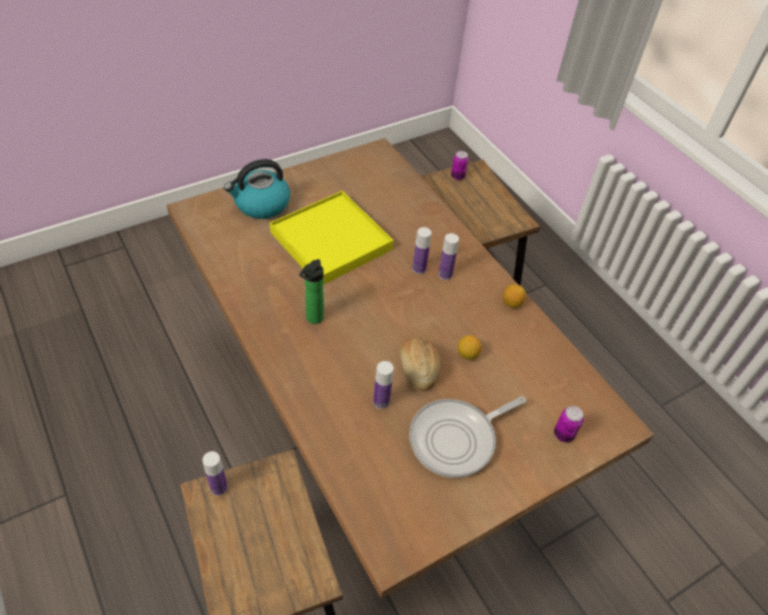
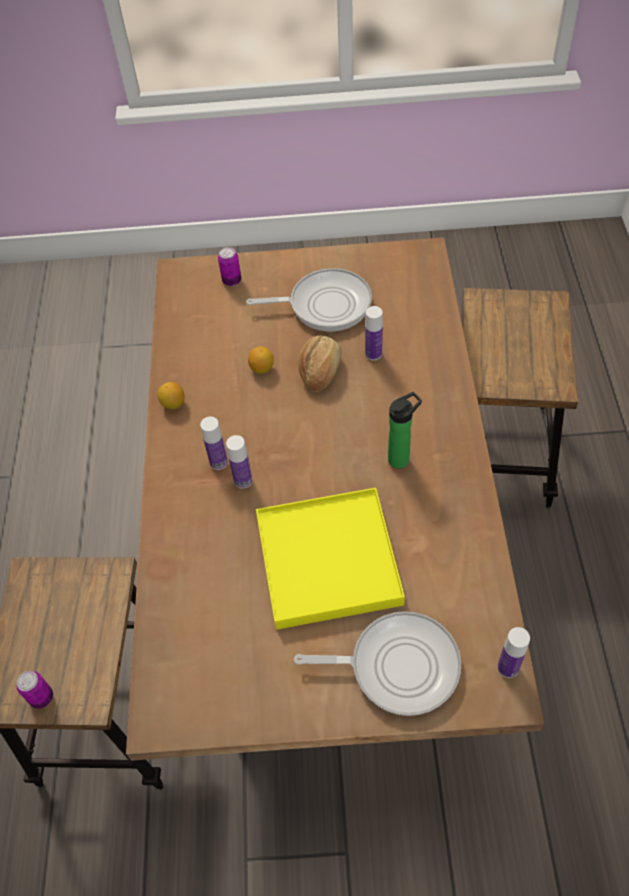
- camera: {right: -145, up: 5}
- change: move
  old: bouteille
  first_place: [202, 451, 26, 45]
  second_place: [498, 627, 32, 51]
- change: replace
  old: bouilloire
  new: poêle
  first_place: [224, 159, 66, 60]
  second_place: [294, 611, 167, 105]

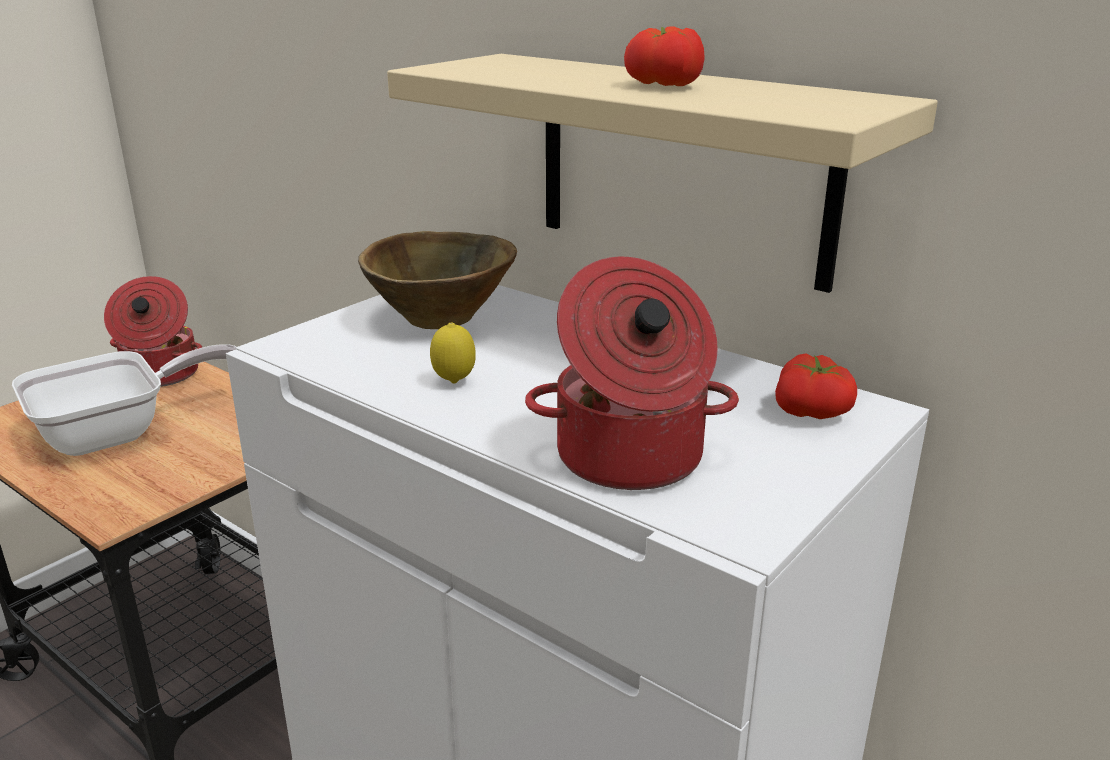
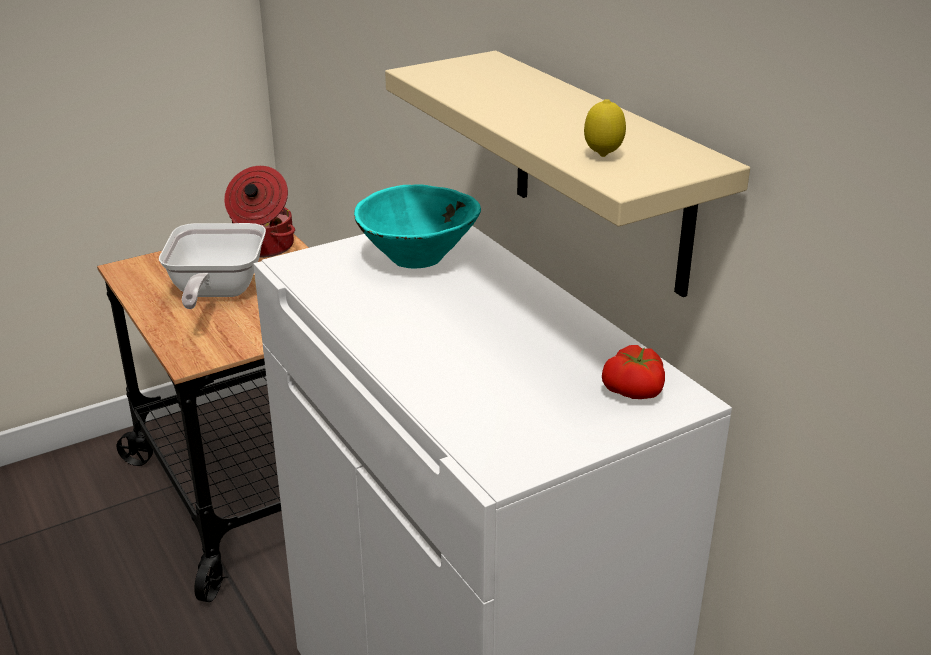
- camera: {right: 20, up: 5}
- change: delete
  old: marmite
  first_place: [525, 257, 214, 233]
- change: delete
  old: tomate
  first_place: [624, 27, 81, 59]
- change: move
  old: citron
  first_place: [430, 323, 46, 60]
  second_place: [584, 99, 42, 58]
- change: recolor
  old: bol (marron)
  new: bol (turquoise)
  first_place: [358, 231, 159, 98]
  second_place: [354, 184, 127, 85]
- change: rotate
  old: poêle
  first_place: [12, 344, 224, 112]
  second_place: [159, 223, 107, 86]
  degrees: 105

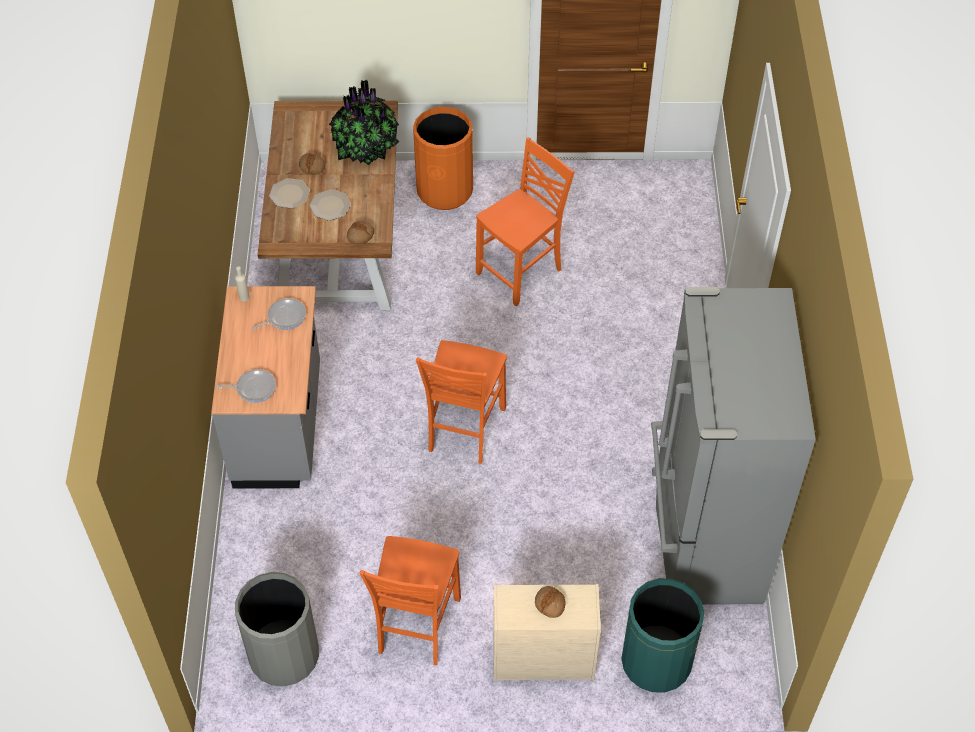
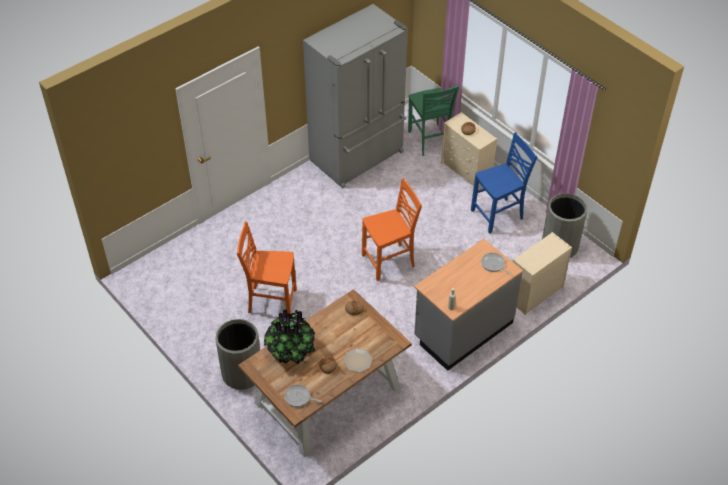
- camera: {right: -130, up: -5}
- change: delete
  old: assiette
  first_place: [310, 190, 41, 31]
- change: insert
  new: commode (beige)
  second_place: [513, 232, 59, 83]
- change: move
  old: poêle
  first_place: [252, 298, 54, 32]
  second_place: [284, 384, 38, 23]
- change: replace
  old: poubelle (vert)
  new: chaise (vert)
  first_place: [621, 578, 83, 115]
  second_place: [408, 85, 51, 71]
- change: recolor
  old: chaise (orange)
  new: chaise (bleu)
  first_place: [359, 536, 102, 129]
  second_place: [471, 132, 66, 102]
- change: recolor
  old: poubelle (orange)
  new: poubelle (gris)
  first_place: [413, 107, 60, 103]
  second_place: [215, 319, 45, 71]

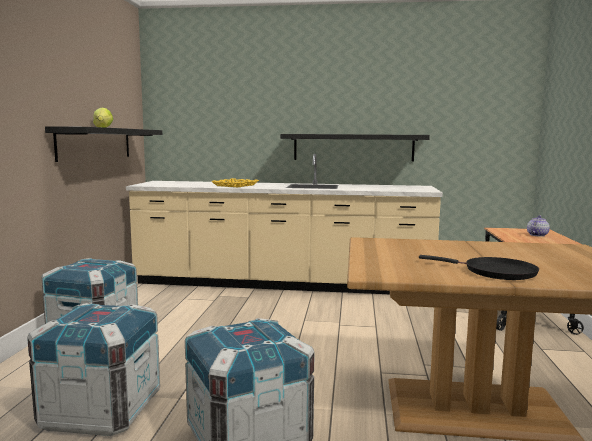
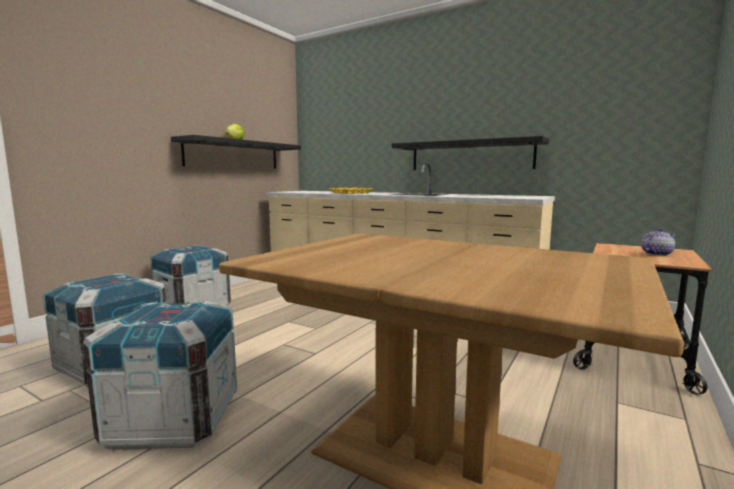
- camera: {right: 25, up: 0}
- change: delete
  old: poêle (noir)
  first_place: [419, 255, 120, 25]

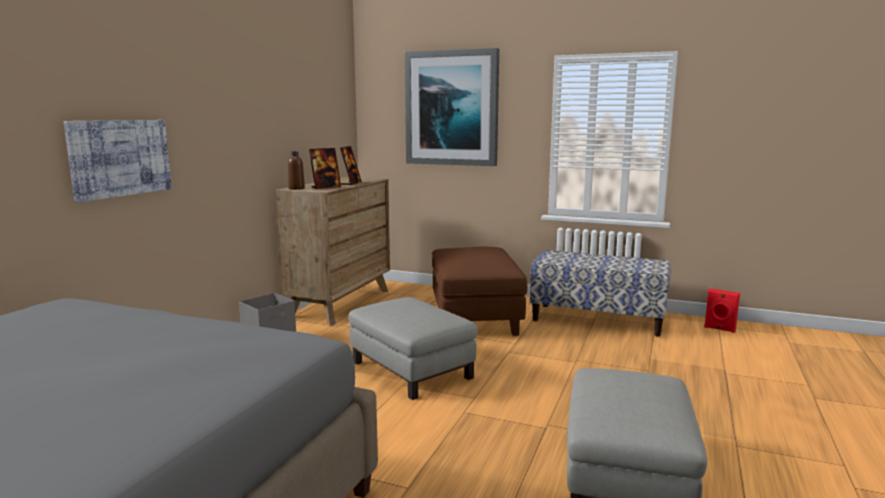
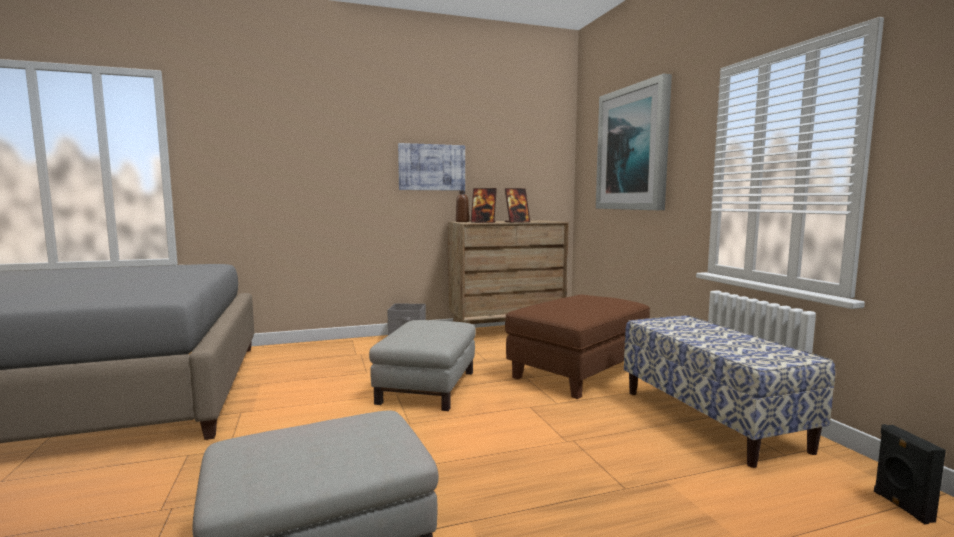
- camera: {right: 50, up: -5}
- change: move
  old: tableau
  first_place: [63, 120, 109, 82]
  second_place: [398, 143, 67, 47]
- change: recolor
  old: enceinte (rouge)
  new: enceinte (noir)
  first_place: [704, 288, 36, 45]
  second_place: [874, 424, 72, 100]

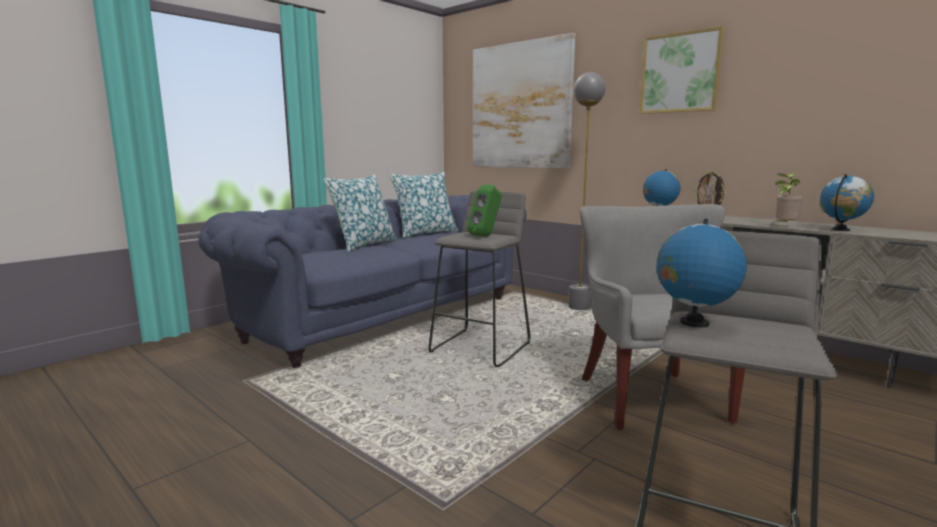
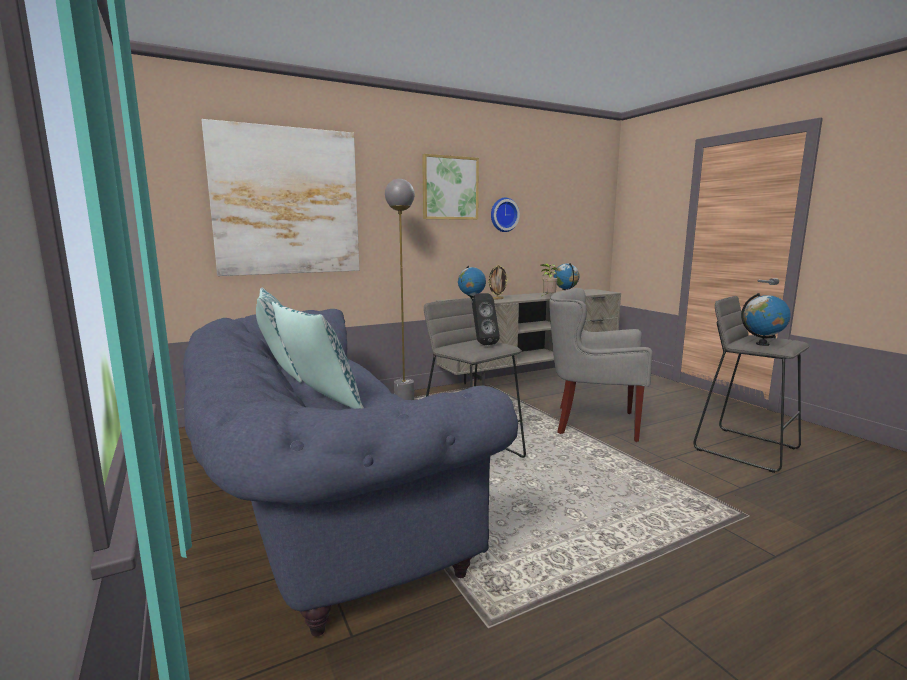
- camera: {right: -70, up: 0}
- change: insert
  new: horloge murale
  second_place: [491, 198, 29, 34]
- change: recolor
  old: enceinte (vert)
  new: enceinte (noir)
  first_place: [467, 184, 35, 53]
  second_place: [472, 293, 28, 52]

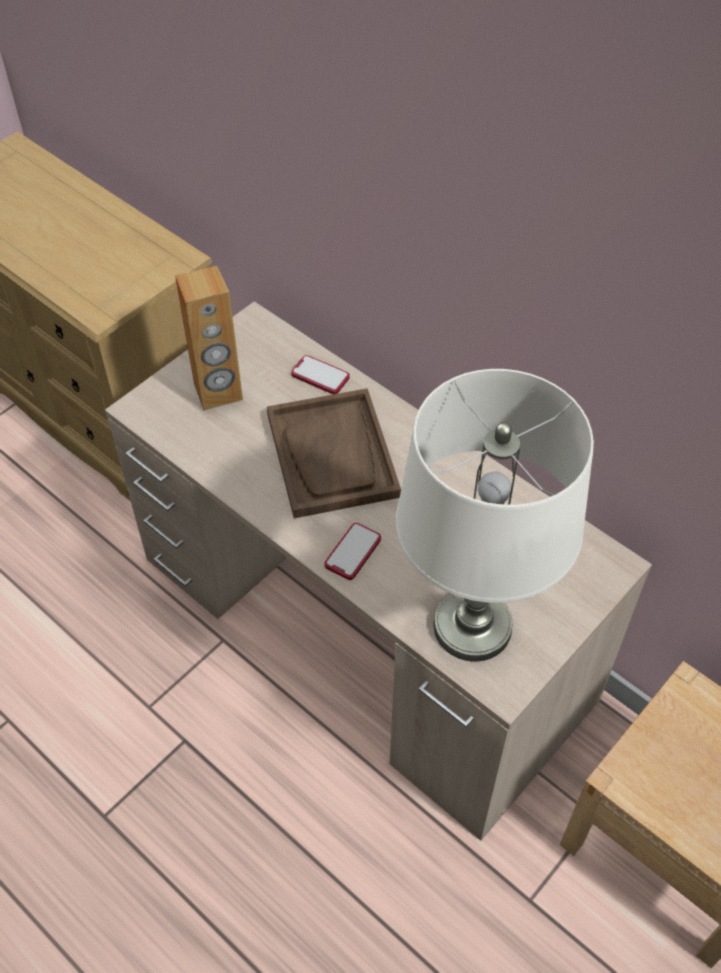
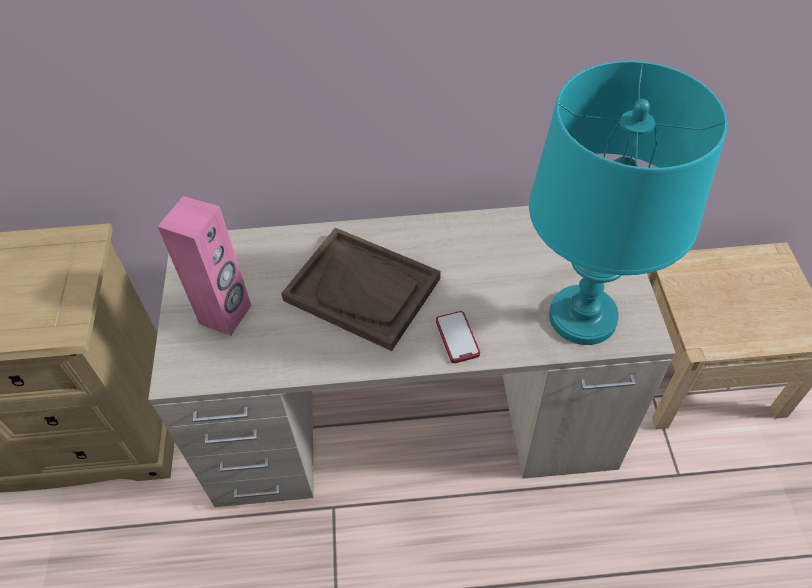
- camera: {right: -45, up: 0}
- change: delete
  old: téléphone
  first_place: [291, 355, 59, 39]
- change: recolor
  old: enceinte (marron)
  new: enceinte (rose)
  first_place: [175, 265, 68, 145]
  second_place: [158, 196, 93, 140]
- change: recolor
  old: lampe de table (blanc)
  new: lampe de table (turquoise)
  first_place: [396, 369, 198, 293]
  second_place: [529, 61, 198, 284]

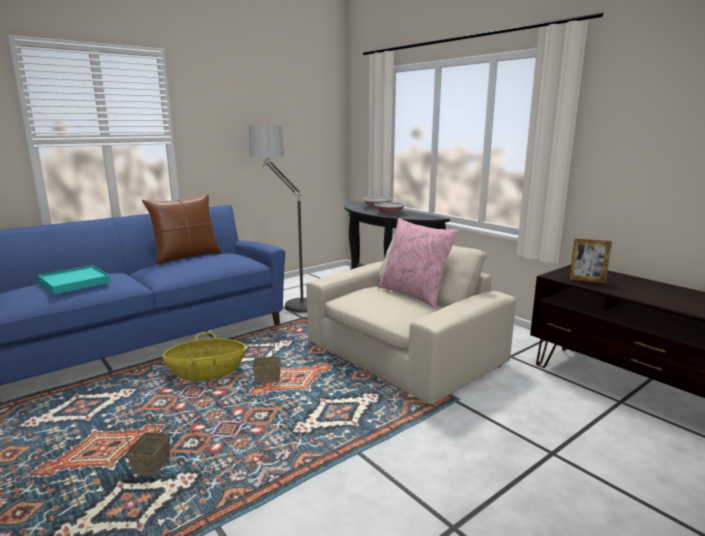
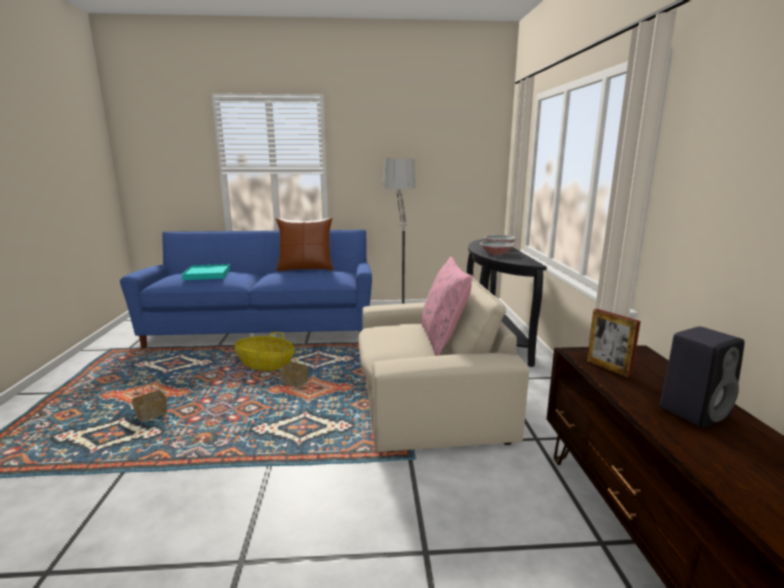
- camera: {right: 35, up: 0}
- change: insert
  new: enceinte (noir)
  second_place: [660, 326, 85, 102]

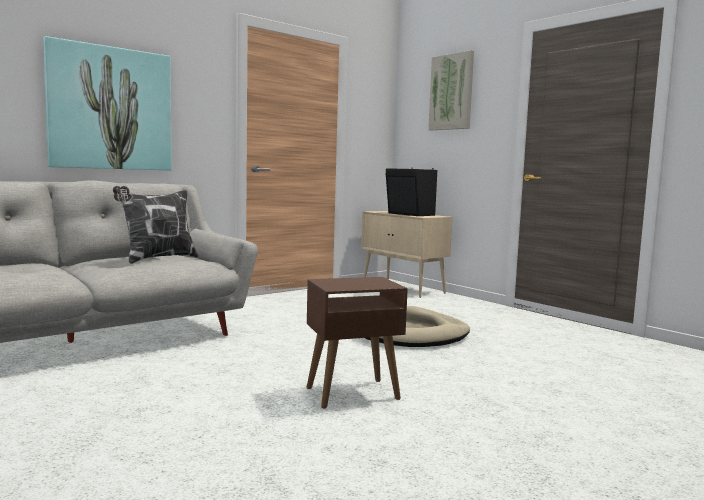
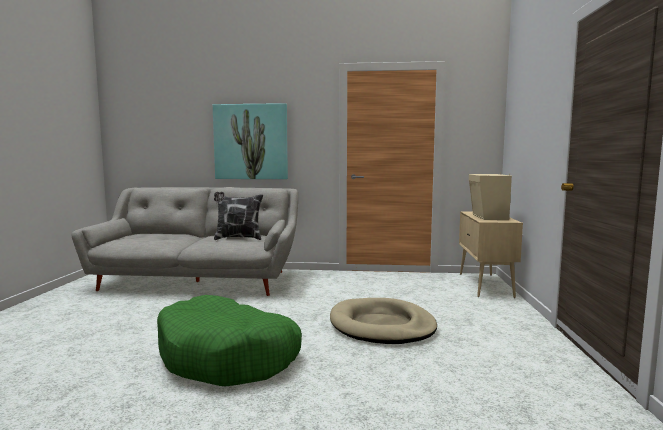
- camera: {right: 45, up: 0}
- change: delete
  old: tableau
  first_place: [428, 50, 46, 80]
- change: replace
  old: table d'appoint (marron)
  new: panier pour chien (vert)
  first_place: [307, 277, 101, 131]
  second_place: [157, 295, 145, 91]
- change: recolor
  old: enceinte (noir)
  new: enceinte (beige)
  first_place: [386, 167, 51, 49]
  second_place: [469, 173, 43, 47]

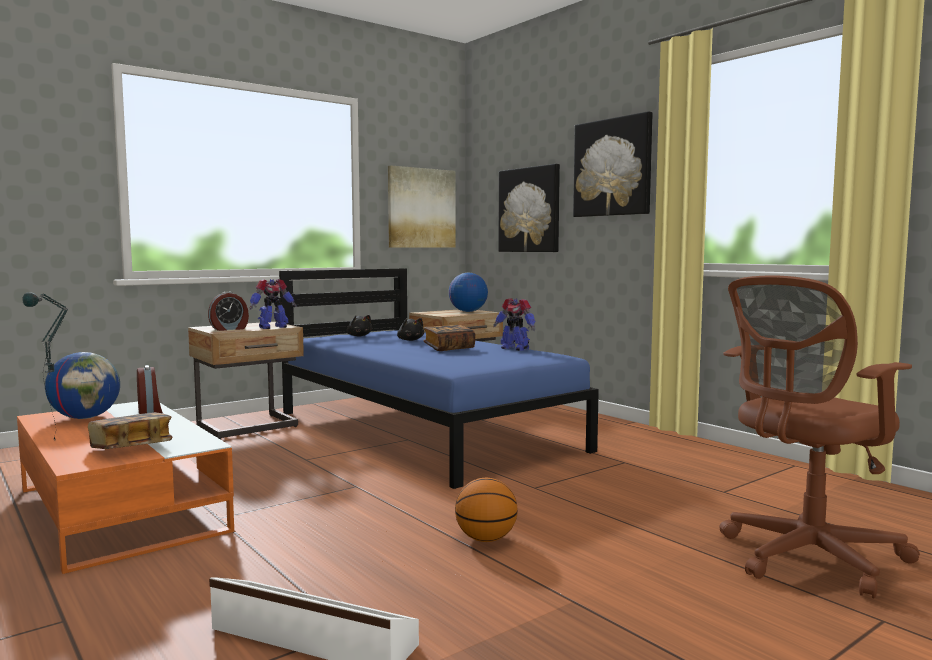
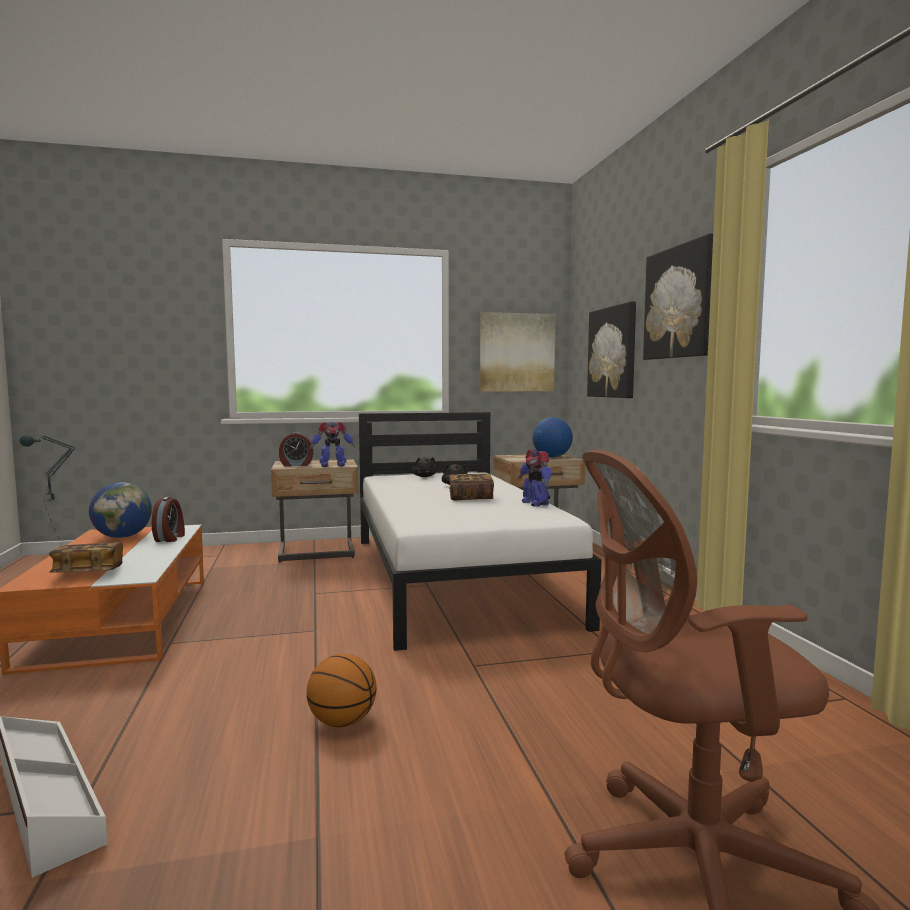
- camera: {right: 25, up: 0}
- change: recolor
  old: lit (bleu)
  new: lit (blanc)
  first_place: [279, 268, 320, 221]
  second_place: [359, 412, 242, 239]

